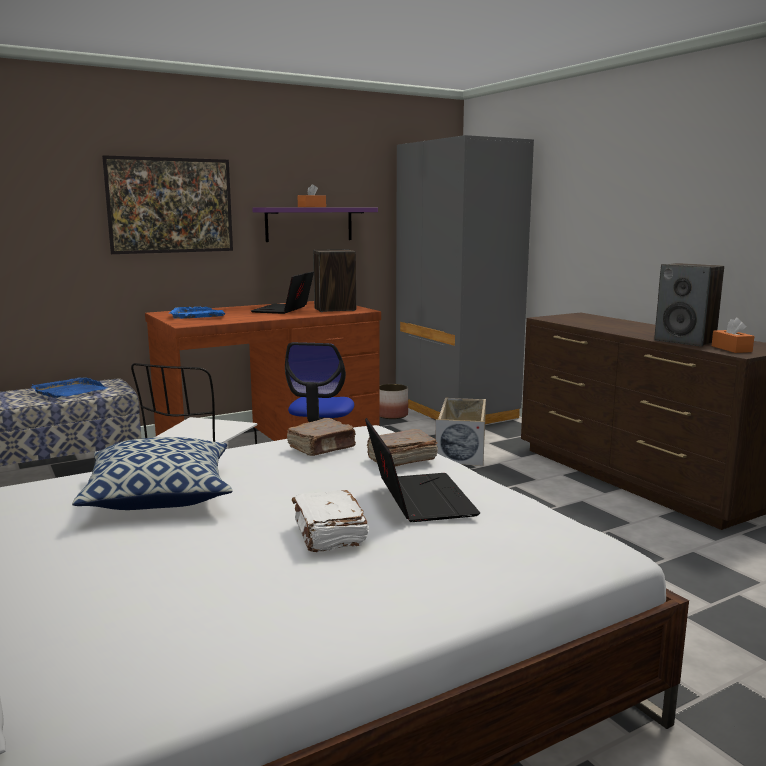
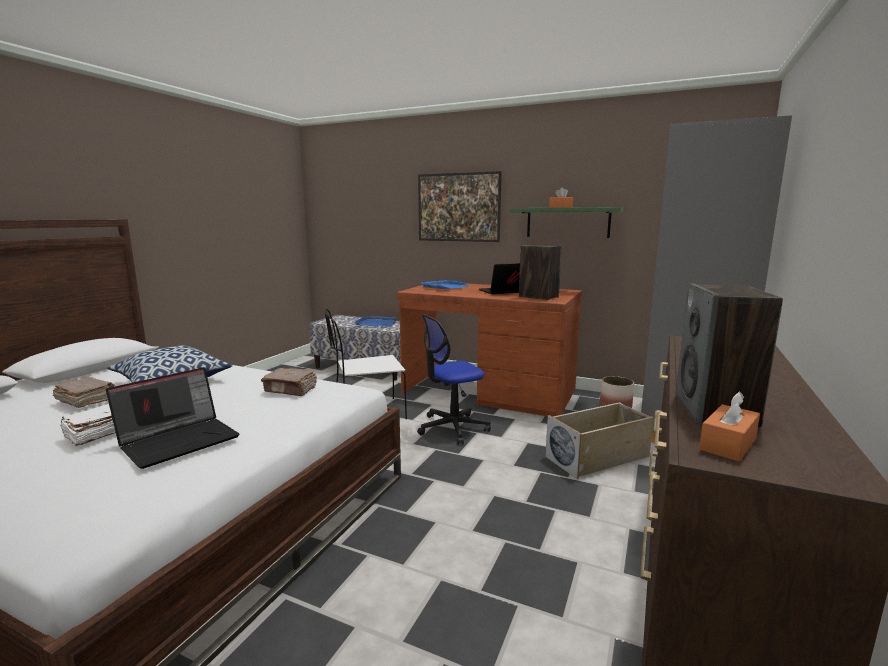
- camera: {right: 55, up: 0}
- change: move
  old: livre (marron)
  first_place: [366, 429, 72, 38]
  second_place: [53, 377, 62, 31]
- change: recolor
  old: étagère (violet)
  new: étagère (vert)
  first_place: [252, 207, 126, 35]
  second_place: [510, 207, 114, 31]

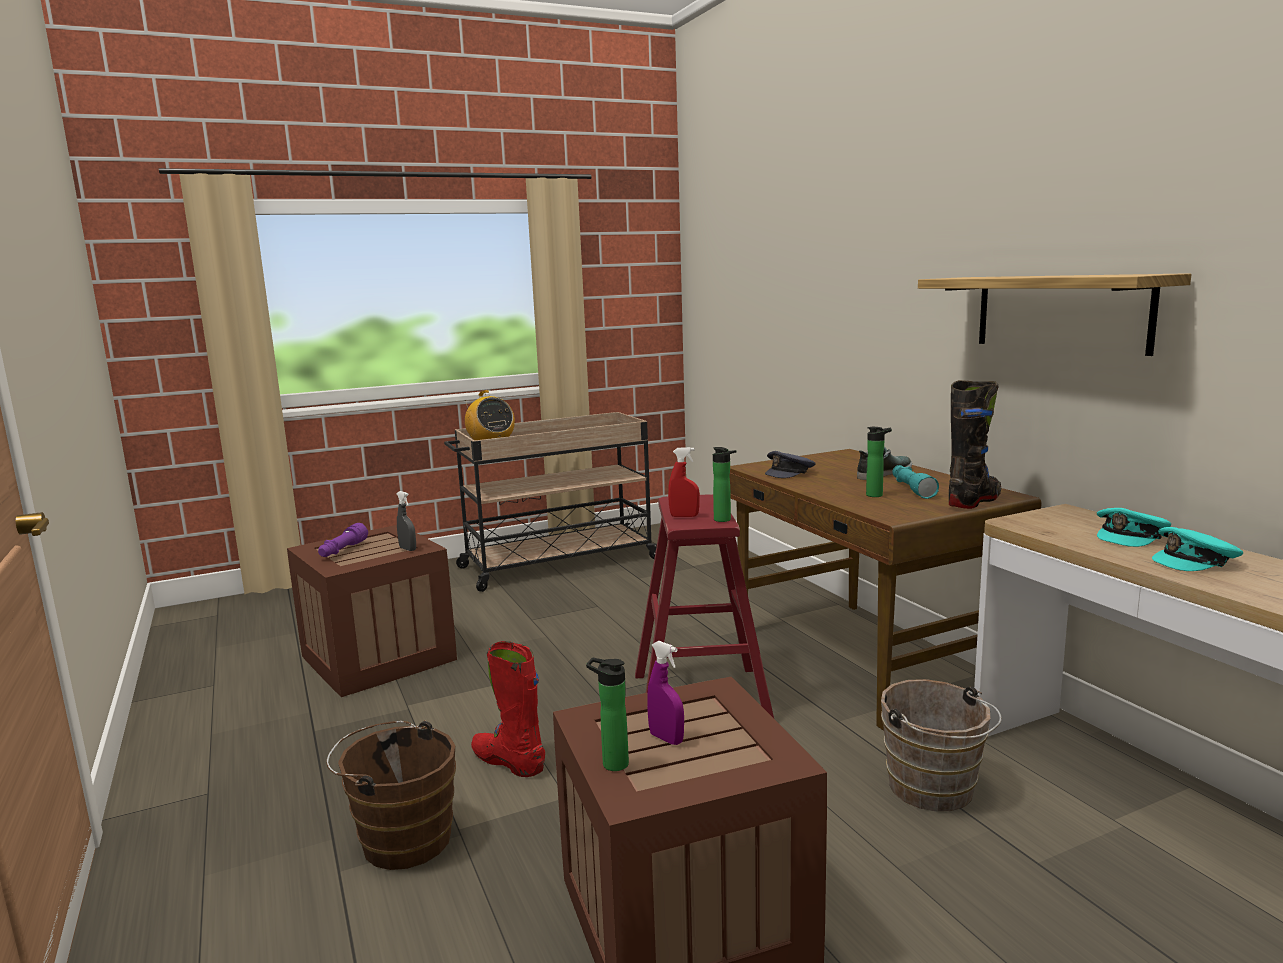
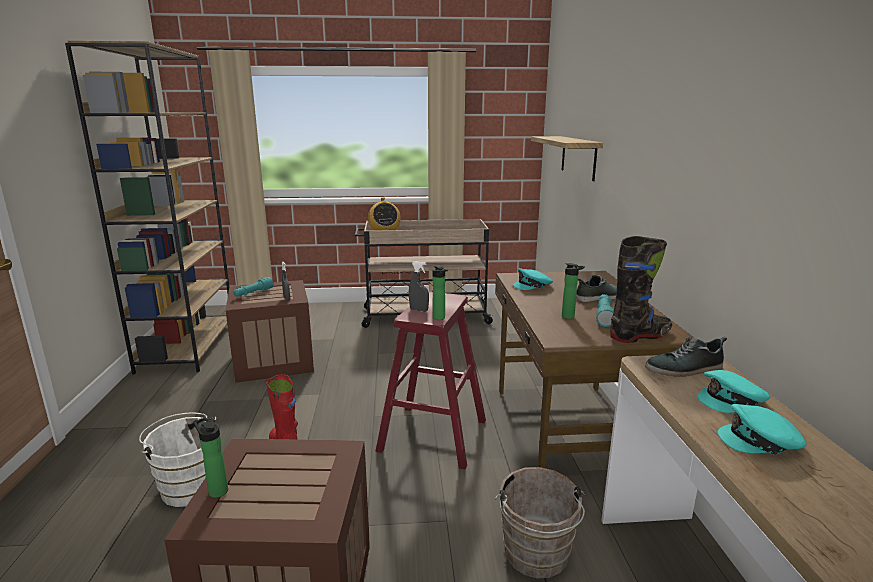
- camera: {right: 20, up: 5}
- change: delete
  old: vaporisateur (violet)
  first_place: [647, 641, 37, 104]
- change: insert
  new: bibliothèque (marron)
  second_place: [65, 41, 165, 334]
- change: insert
  new: chaussure
  second_place: [645, 337, 82, 40]
- change: move
  old: étagère
  first_place: [918, 273, 274, 83]
  second_place: [531, 136, 72, 45]
- change: recolor
  old: lampe de poche (violet)
  new: lampe de poche (turquoise)
  first_place: [318, 523, 50, 34]
  second_place: [233, 277, 40, 20]
- change: recolor
  old: seau (marron)
  new: seau (blanc)
  first_place: [326, 720, 130, 150]
  second_place: [139, 413, 77, 94]
- change: recolor
  old: vaporisateur (rouge)
  new: vaporisateur (gris)
  first_place: [668, 447, 32, 70]
  second_place: [409, 261, 20, 51]
- change: recolor
  old: casquette (gris)
  new: casquette (turquoise)
  first_place: [765, 451, 51, 27]
  second_place: [513, 268, 40, 22]

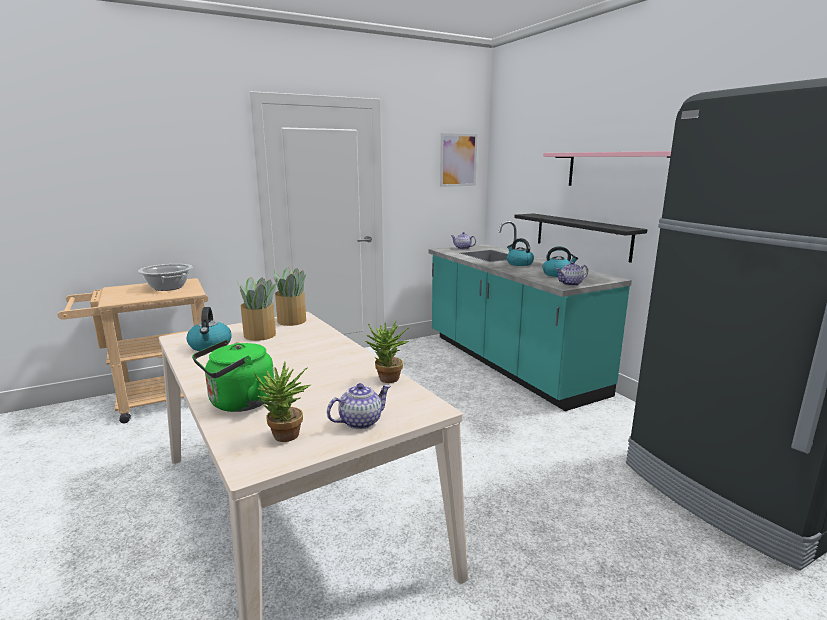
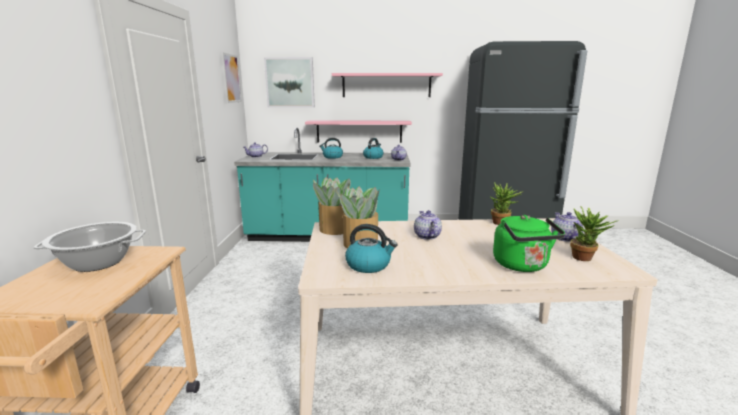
- camera: {right: -60, up: 0}
- change: insert
  new: tableau
  second_place: [264, 57, 51, 51]
- change: insert
  new: théière
  second_place: [414, 210, 28, 30]
- change: recolor
  old: étagère (noir)
  new: étagère (rose)
  first_place: [514, 213, 133, 50]
  second_place: [305, 120, 107, 23]

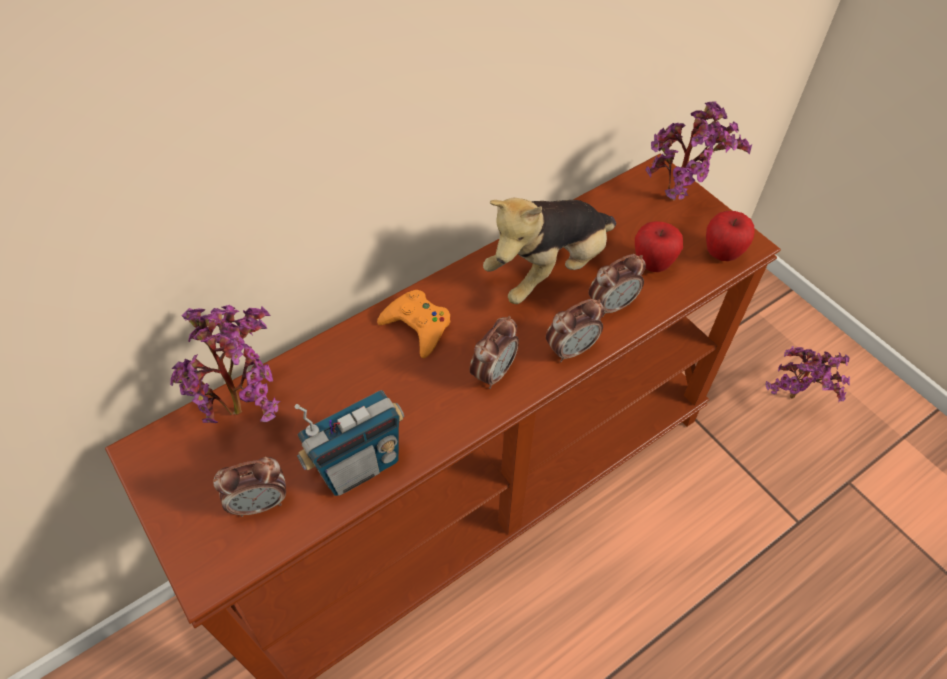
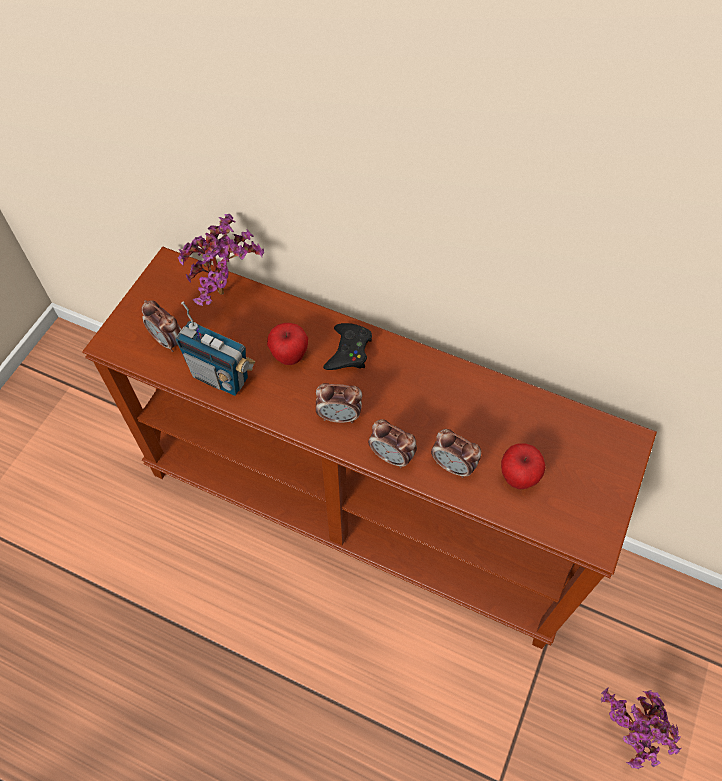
- camera: {right: 60, up: 5}
- change: delete
  old: peluche
  first_place: [483, 198, 133, 106]
- change: delete
  old: plante en pot
  first_place: [646, 101, 106, 99]
- change: move
  old: pomme
  first_place: [706, 211, 49, 50]
  second_place: [267, 323, 41, 42]
- change: recolor
  old: manette (orange)
  new: manette (noir)
  first_place: [377, 290, 74, 68]
  second_place: [323, 323, 49, 47]

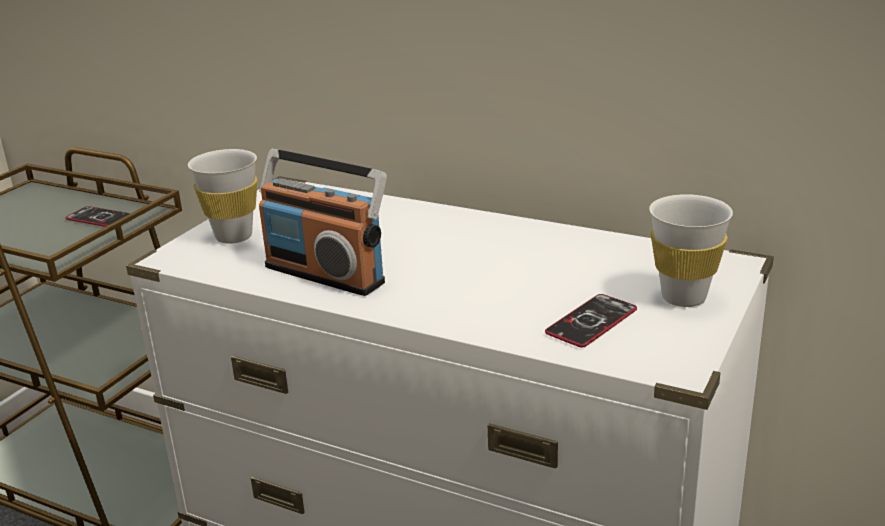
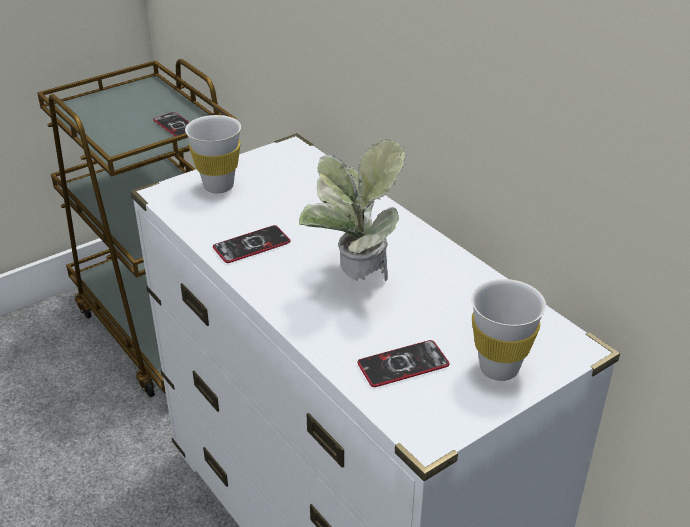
- camera: {right: 25, up: 10}
- change: insert
  new: plante en pot
  second_place: [299, 140, 108, 141]
- change: replace
  old: radio
  new: téléphone
  first_place: [259, 149, 128, 147]
  second_place: [213, 225, 77, 38]

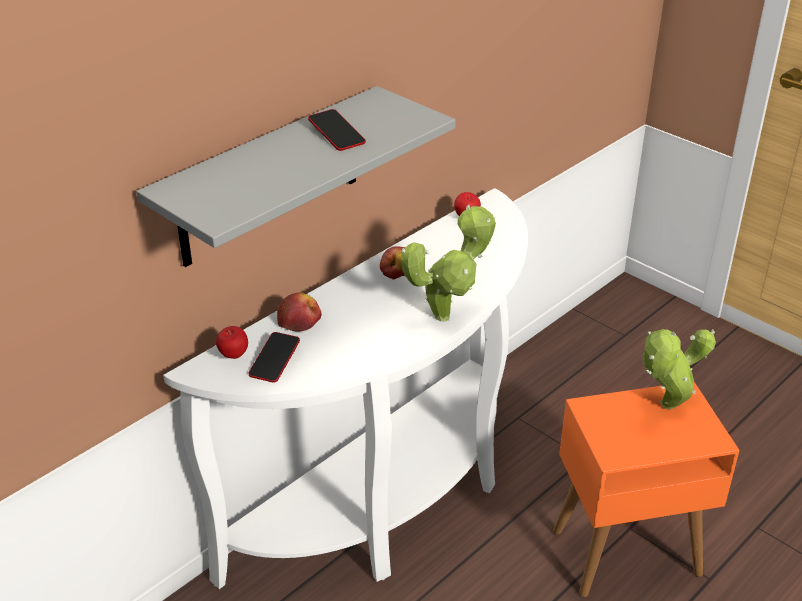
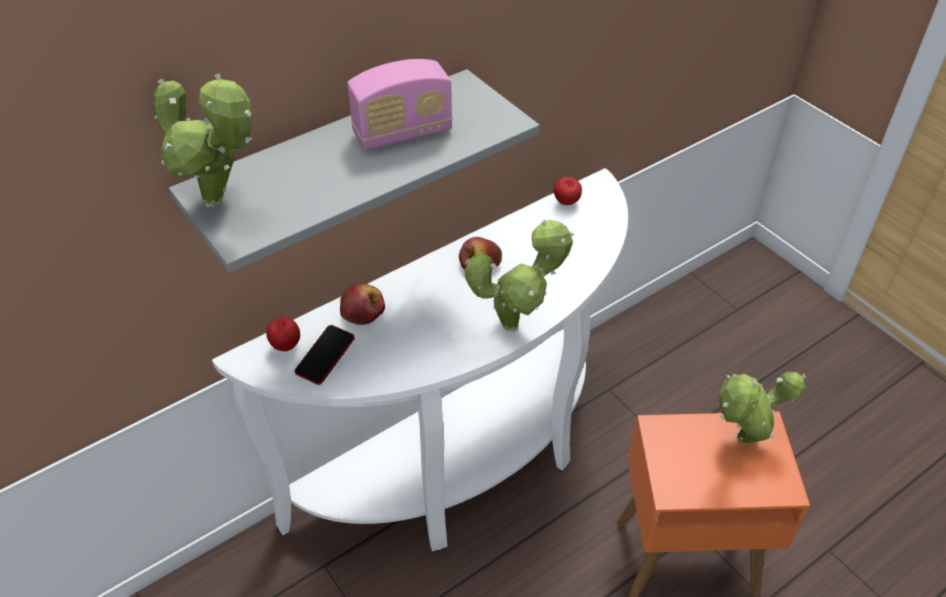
- camera: {right: 10, up: 10}
- change: insert
  new: plante en pot
  second_place: [153, 73, 99, 135]
- change: replace
  old: téléphone
  new: radio
  first_place: [308, 109, 58, 42]
  second_place: [347, 59, 106, 91]

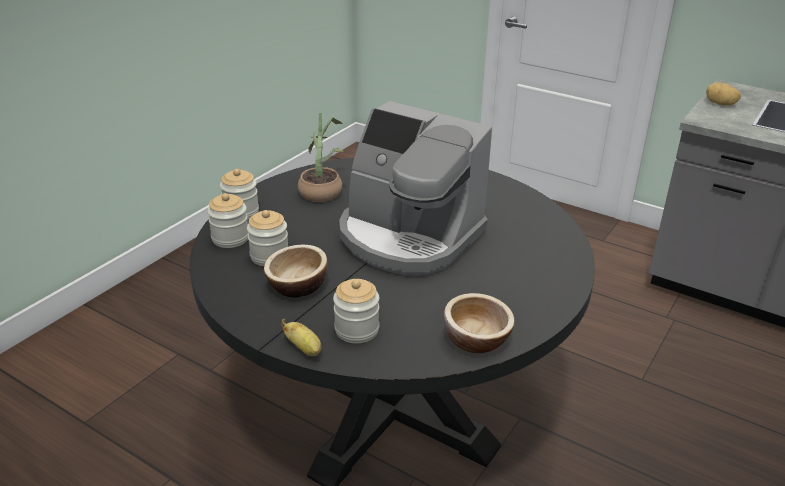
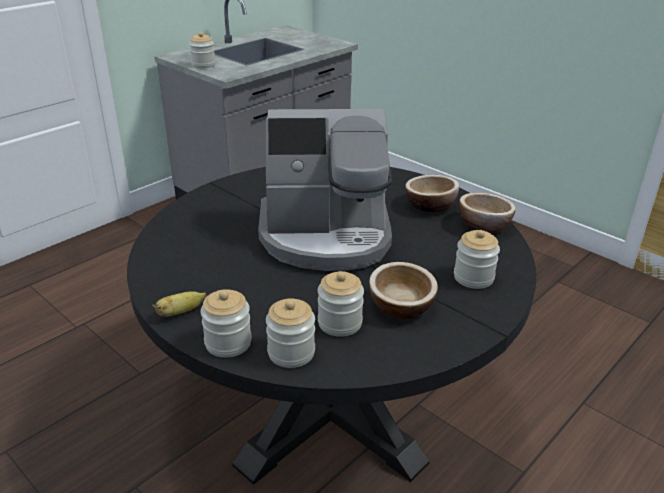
- camera: {right: -80, up: 0}
- change: delete
  old: plante en pot
  first_place: [298, 112, 45, 90]
- change: insert
  new: bol
  second_place: [405, 175, 54, 37]
- change: move
  old: banane
  first_place: [281, 319, 40, 37]
  second_place: [152, 291, 54, 26]
- change: replace
  old: pomme de terre
  new: bocal
  first_place: [706, 82, 35, 24]
  second_place: [189, 32, 27, 37]
- change: rotate
  old: machine à café
  first_place: [339, 101, 153, 174]
  second_place: [258, 109, 134, 162]
  degrees: 45

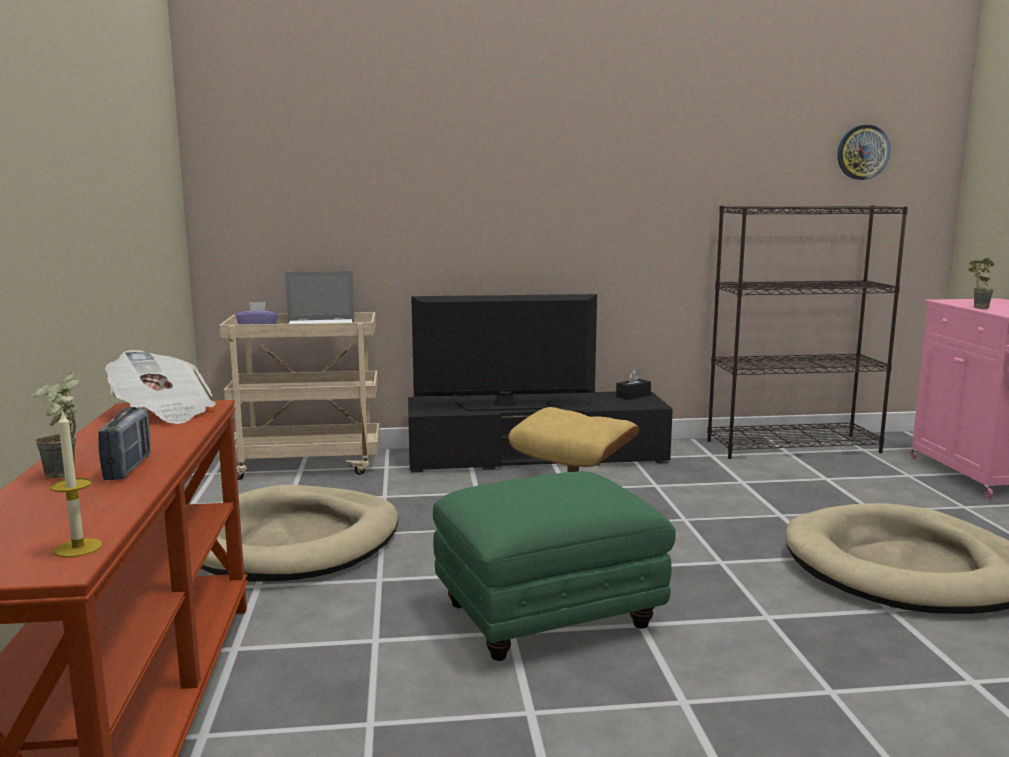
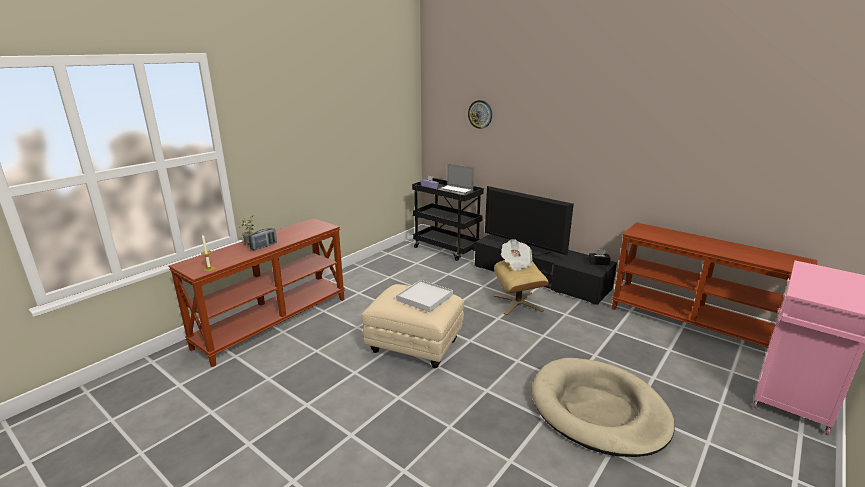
- camera: {right: 45, up: 10}
- change: delete
  old: panier pour chien (beige)
  first_place: [201, 485, 198, 97]
- change: delete
  old: plante en pot
  first_place: [968, 258, 26, 51]
- change: insert
  new: plateau (blanc)
  second_place: [396, 280, 57, 32]
- change: move
  old: journal
  first_place: [105, 350, 111, 74]
  second_place: [501, 239, 31, 32]
- change: move
  old: horloge murale
  first_place: [837, 125, 53, 55]
  second_place: [468, 100, 24, 29]
- change: replace
  old: bibliothèque (noir)
  new: table console (marron)
  first_place: [707, 205, 201, 254]
  second_place: [612, 222, 206, 126]
- change: recolor
  old: chariot (beige)
  new: chariot (noir)
  first_place: [219, 312, 161, 168]
  second_place: [412, 178, 72, 83]
- change: recolor
  old: pouf (vert)
  new: pouf (beige)
  first_place: [433, 472, 243, 189]
  second_place: [361, 284, 103, 84]

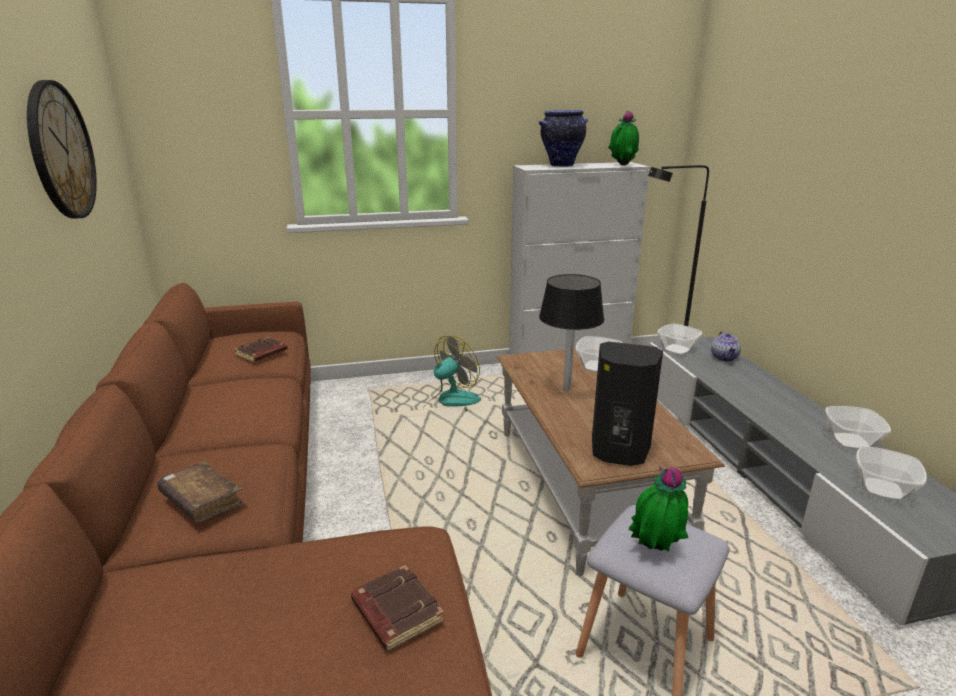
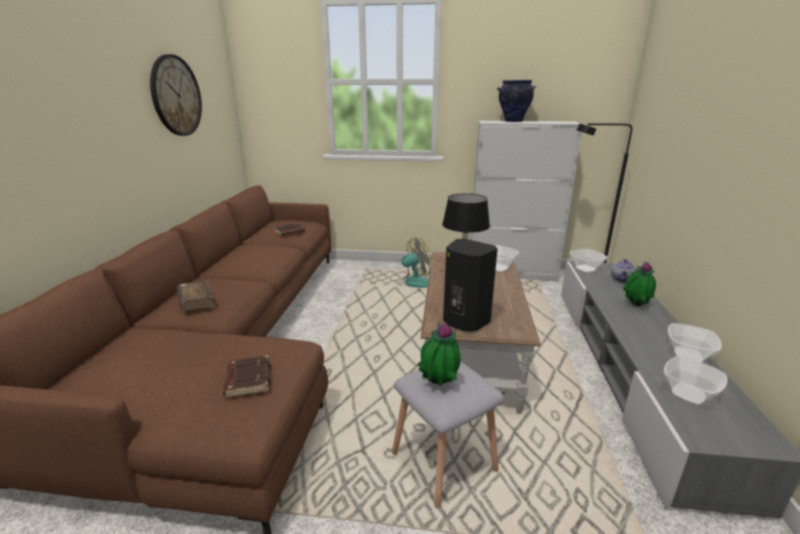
- camera: {right: 20, up: 0}
- change: move
  old: plante en pot
  first_place: [608, 110, 31, 56]
  second_place: [623, 262, 33, 44]

